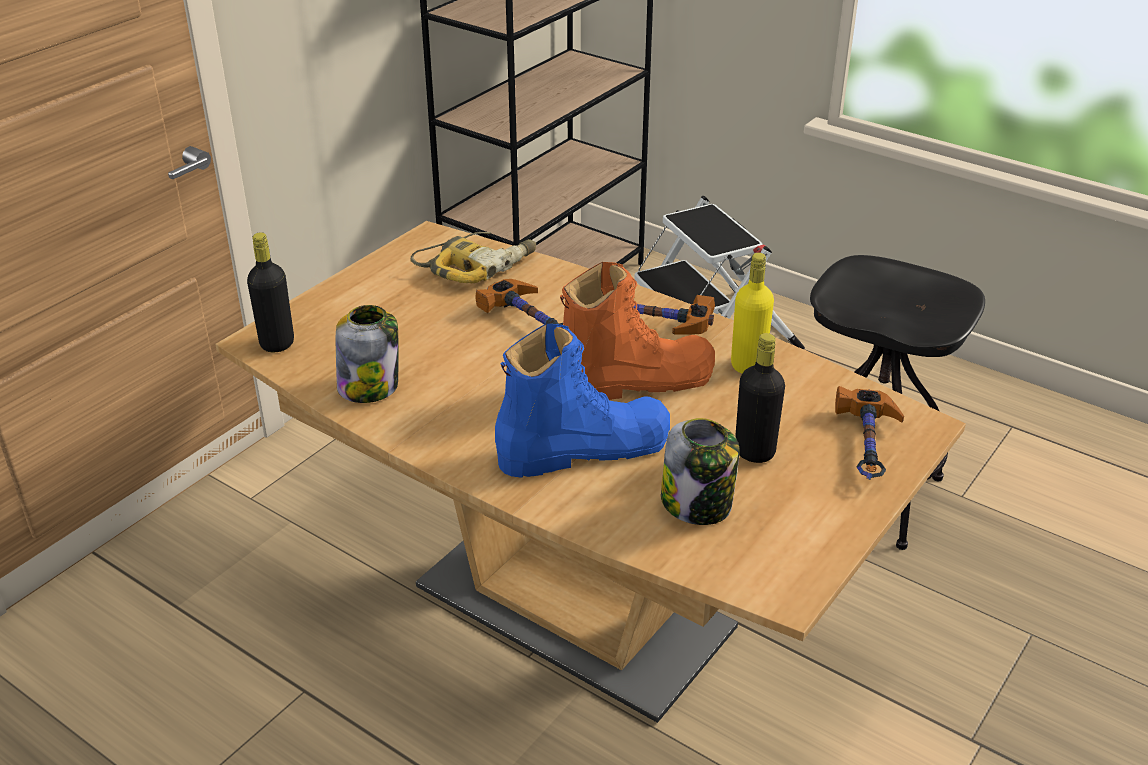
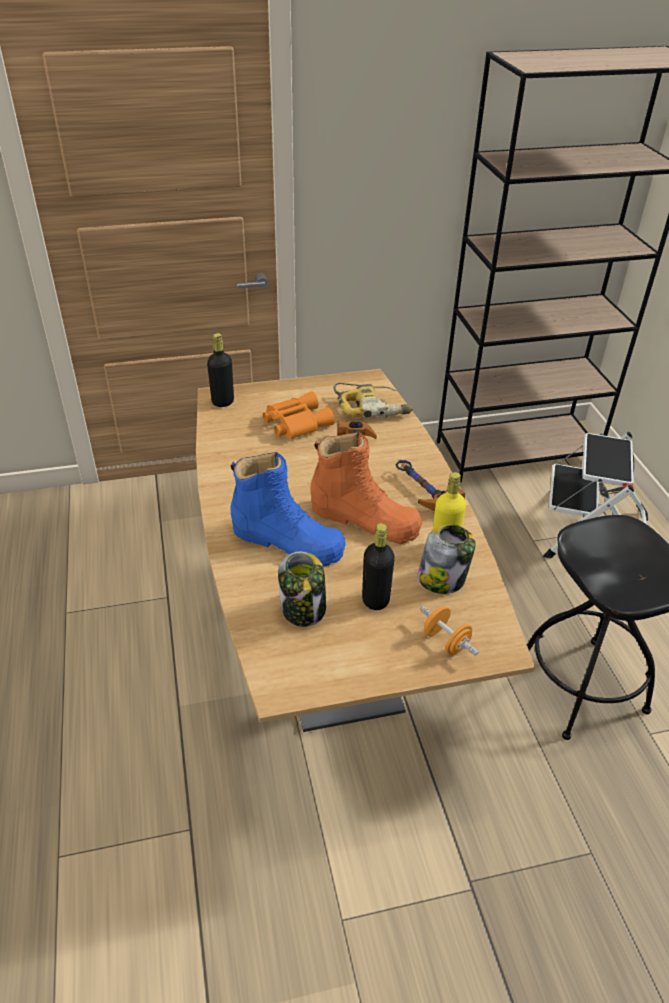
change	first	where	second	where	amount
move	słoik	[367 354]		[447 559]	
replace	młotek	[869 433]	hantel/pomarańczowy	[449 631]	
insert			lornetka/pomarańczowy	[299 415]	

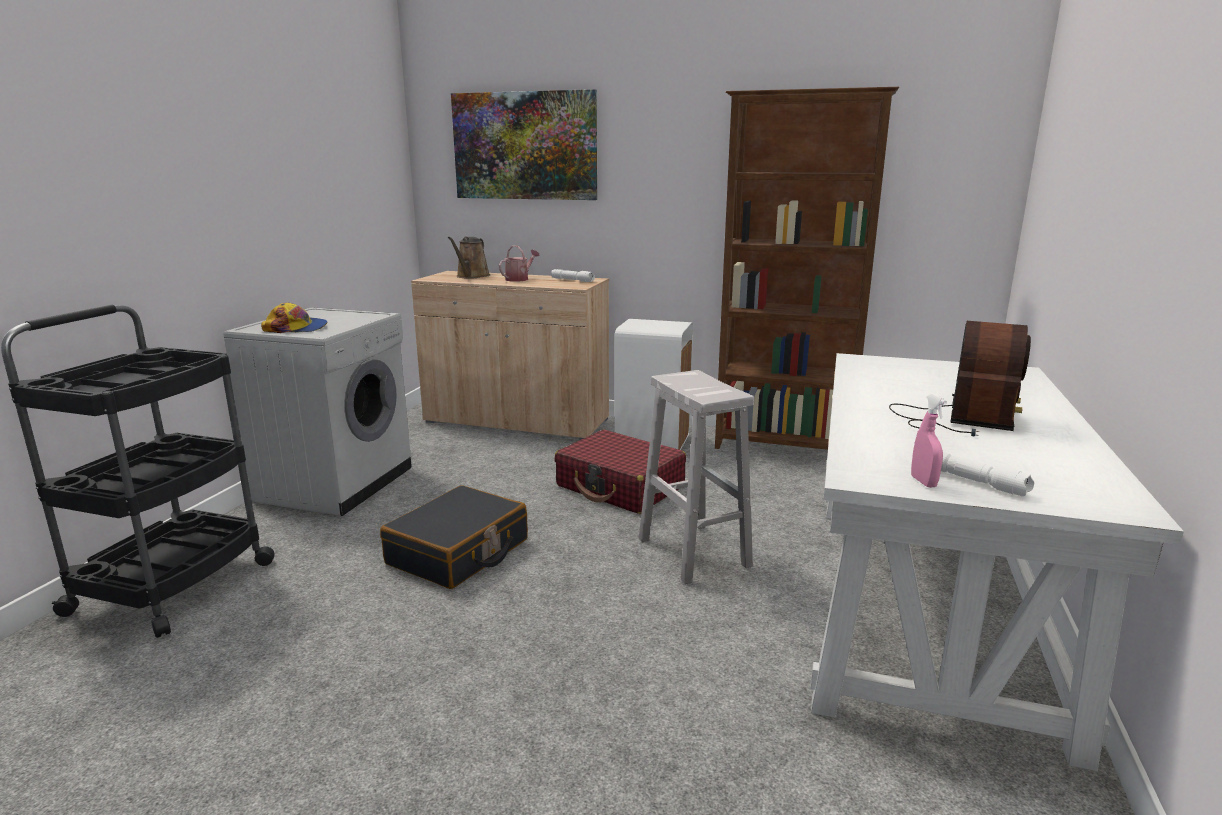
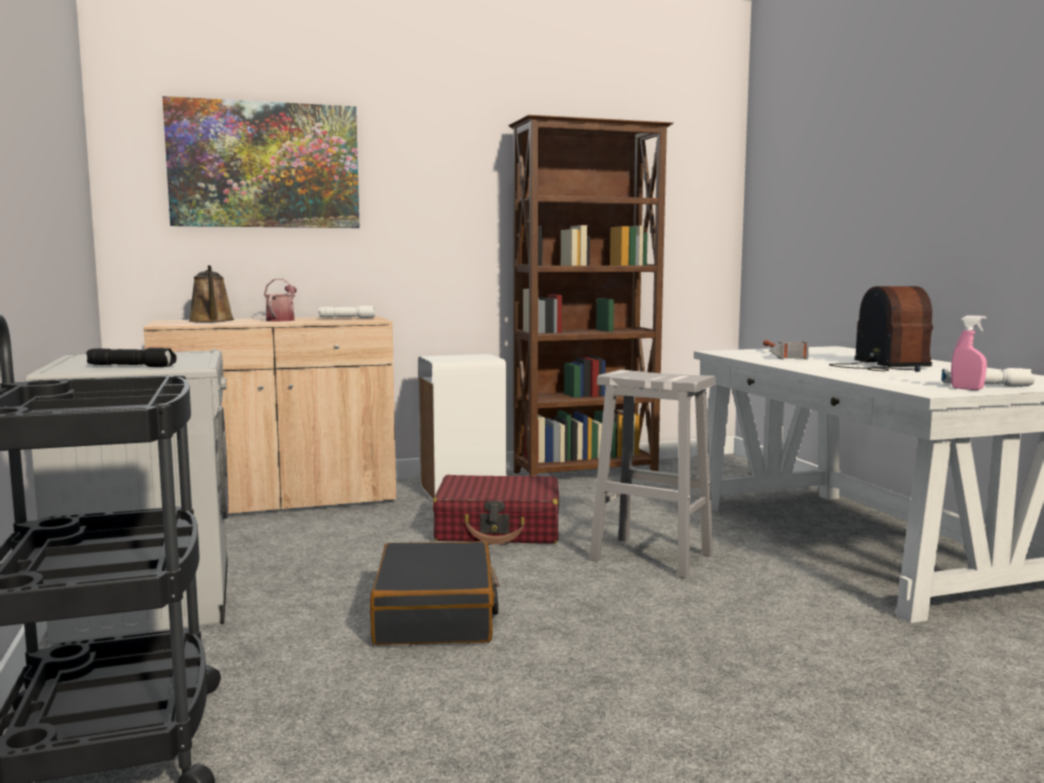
change	first	where	second	where	amount
replace	czapka z daszkiem	[294 317]	latarka/czarny	[131 357]	
insert			młotek	[786 350]	

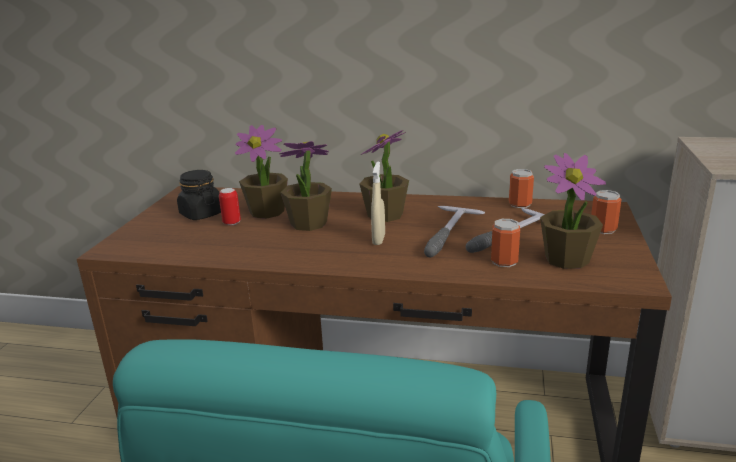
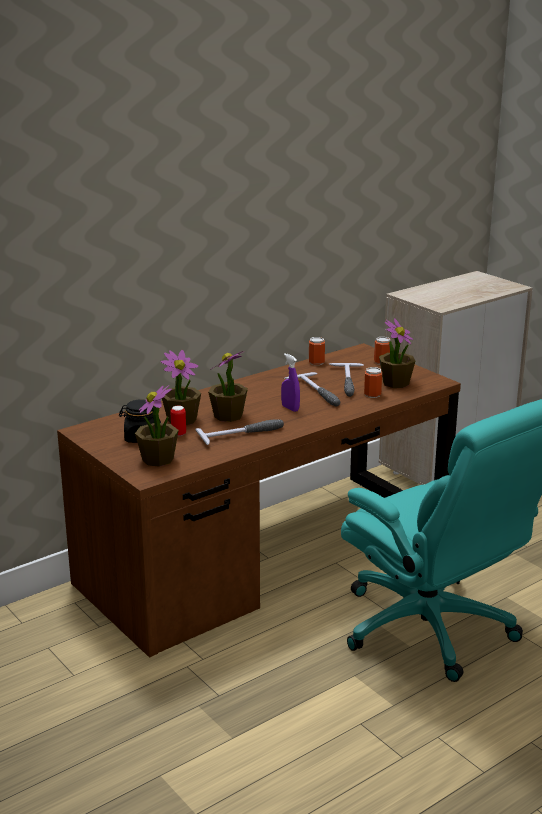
change	first	where	second	where	amount
move	roślina doniczkowa	[384 176]		[157 426]	
recolor	spryskiwacz/beżowy	[378 203]	spryskiwacz/fioletowy	[290 382]	
insert			młotek	[239 432]	

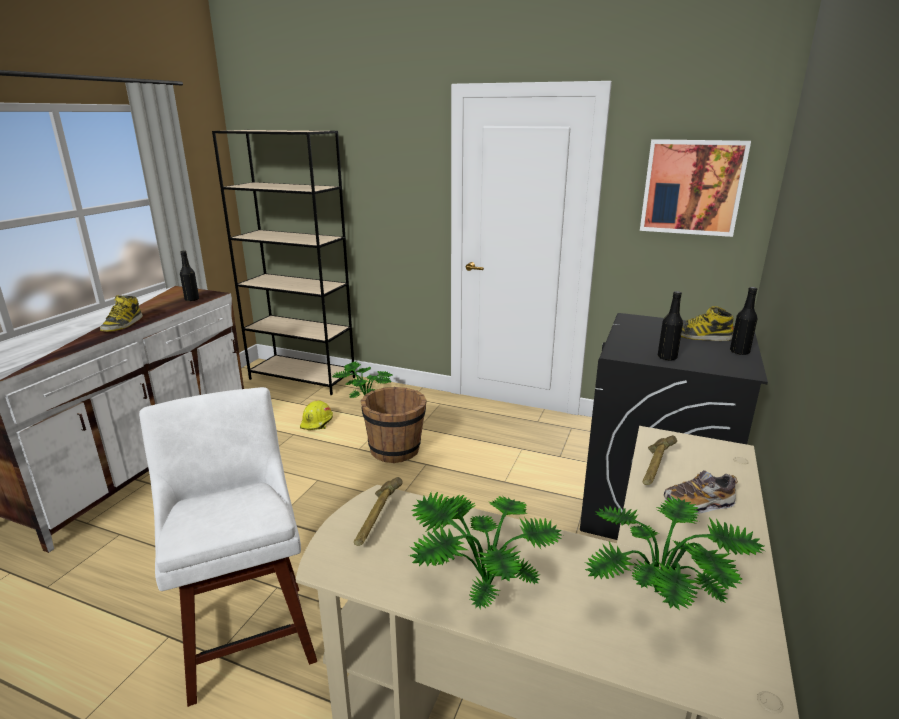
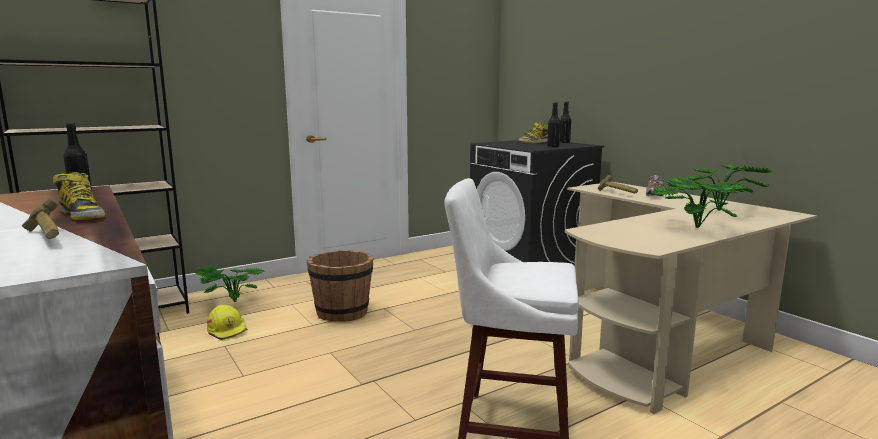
change	first	where	second	where	amount
delete	obraz	[695 188]			
move	młotek	[378 511]		[40 218]	

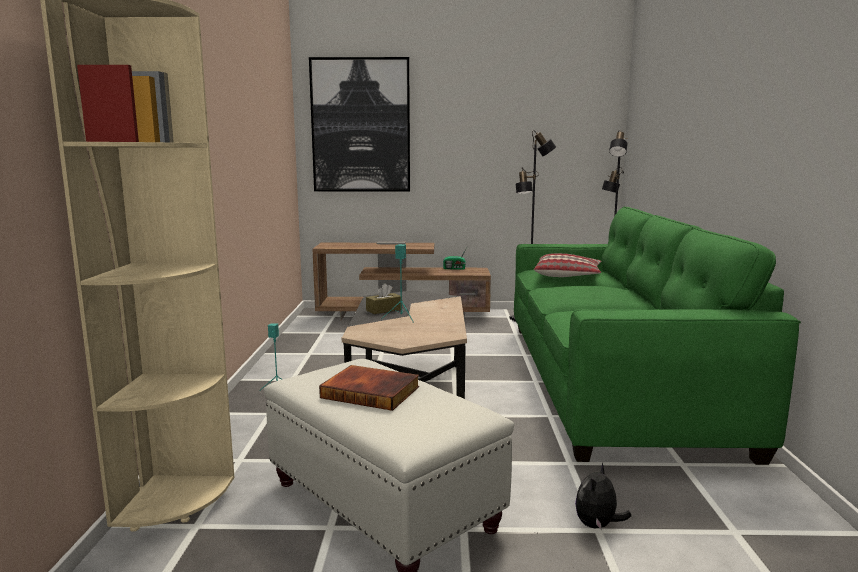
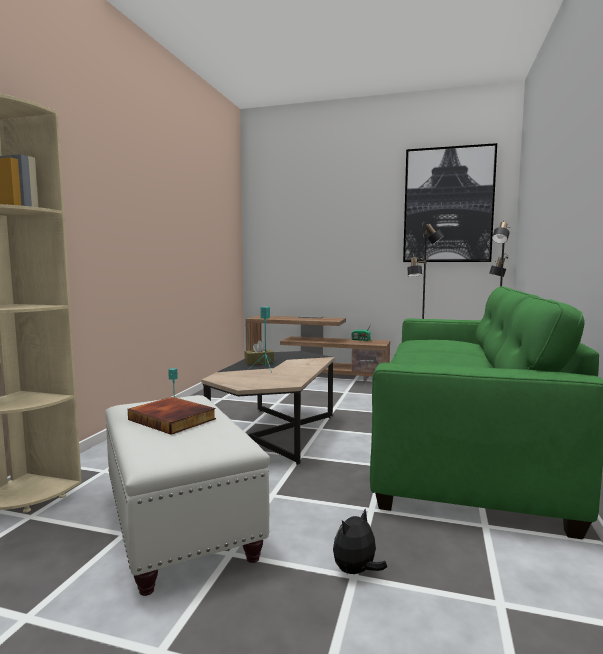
change	first	where	second	where	amount
move	obraz	[359 124]		[450 202]	
delete	poduszka	[567 265]			

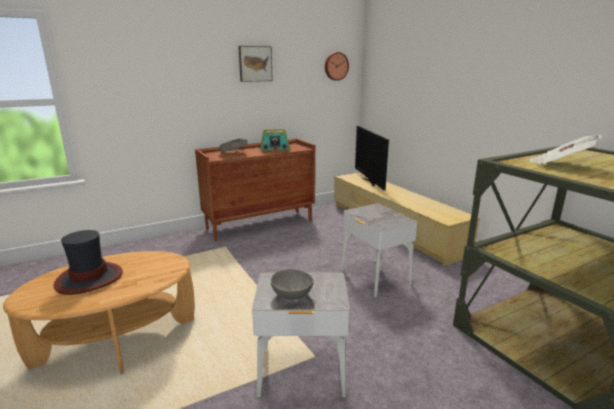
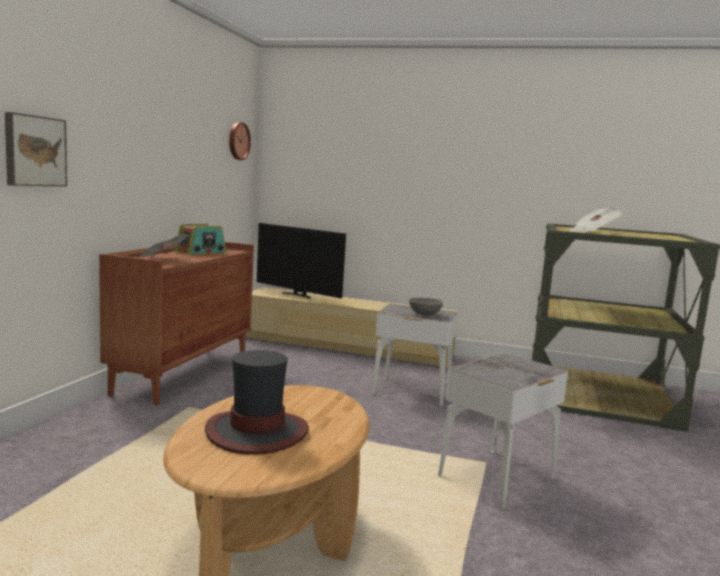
change	first	where	second	where	amount
move	obraz	[255 64]		[36 149]	
move	miska/szary	[292 284]		[426 307]	

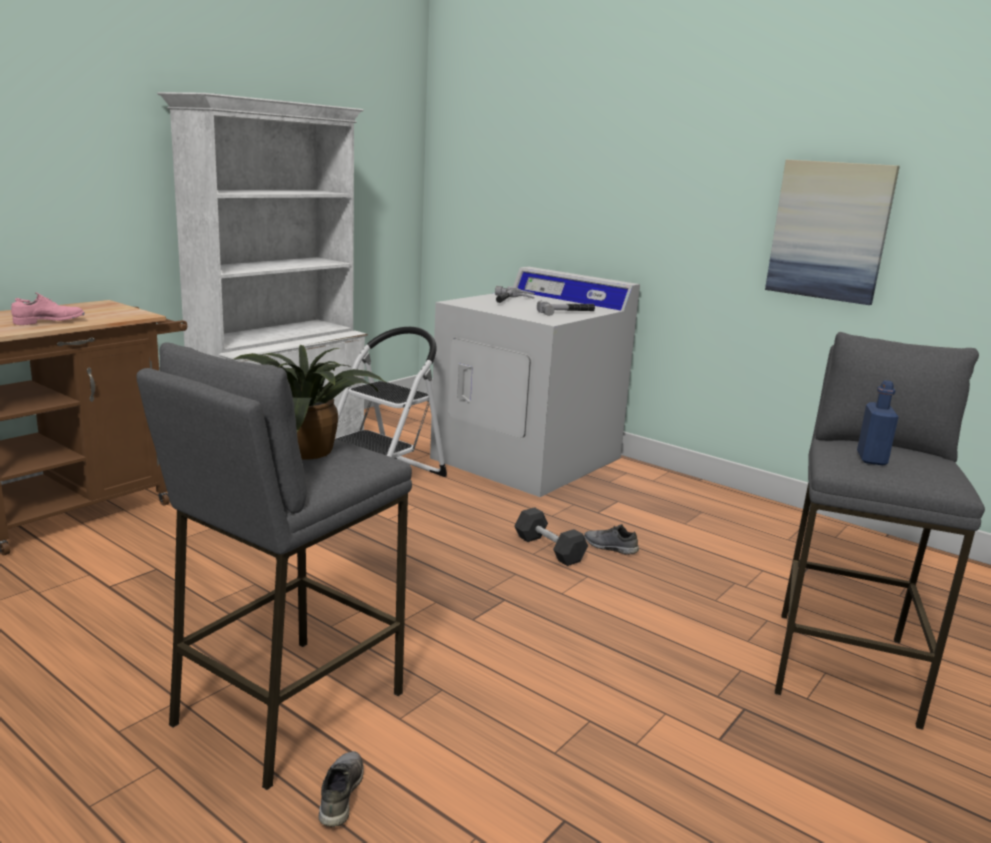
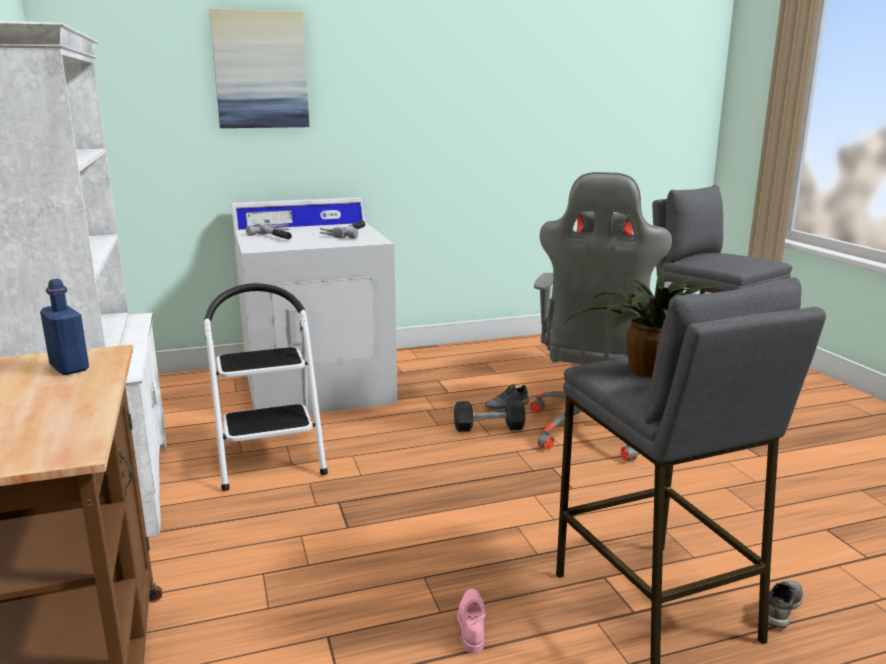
change	first	where	second	where	amount
move	obraz	[832 232]		[259 68]	
move	but/różowy	[48 308]		[471 621]	
move	butelka/niebieski	[877 422]		[64 327]	
rotate	but/szary	[341 789]		[785 604]	90 degrees clockwise
insert			krzesło biurowe/szary	[601 316]	

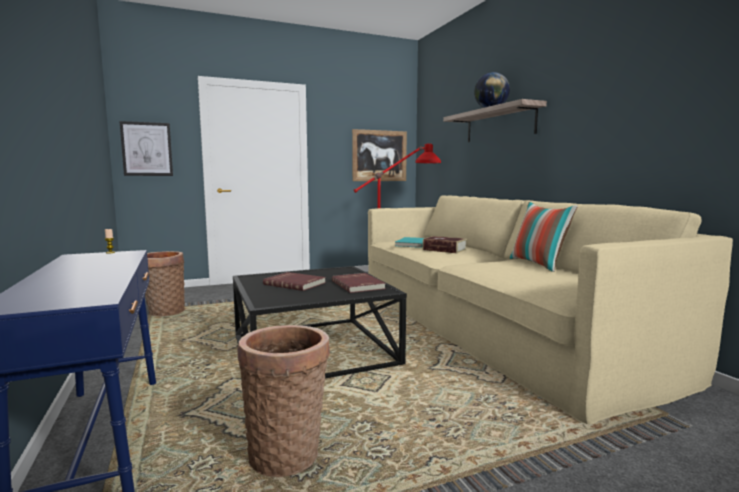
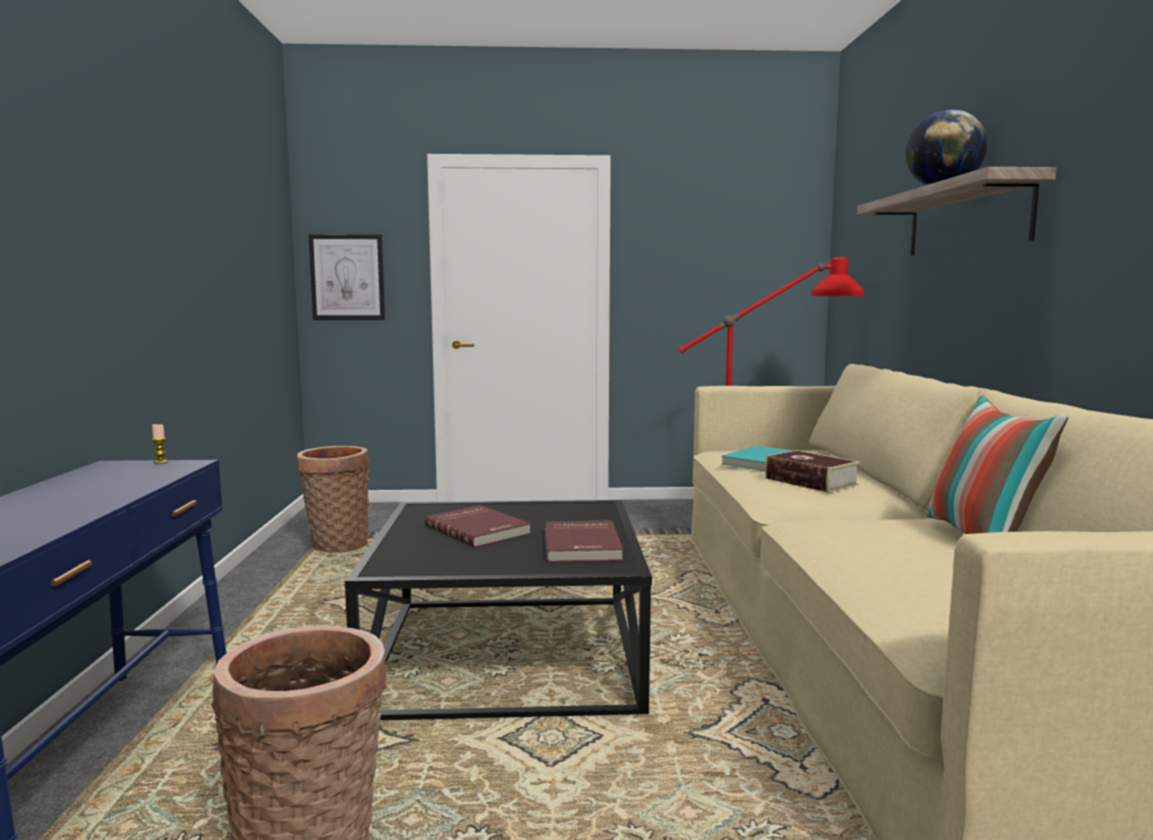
change	first	where	second	where	amount
delete	obraz	[379 155]			

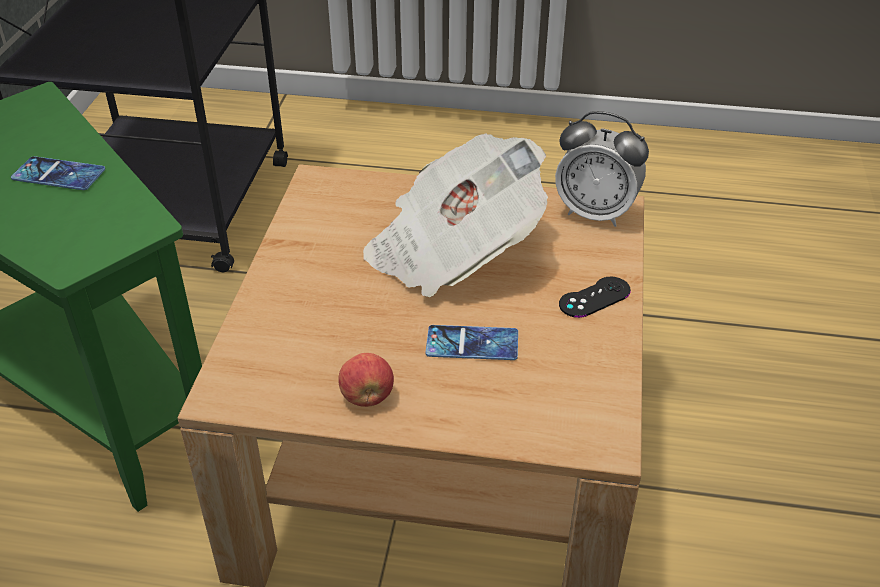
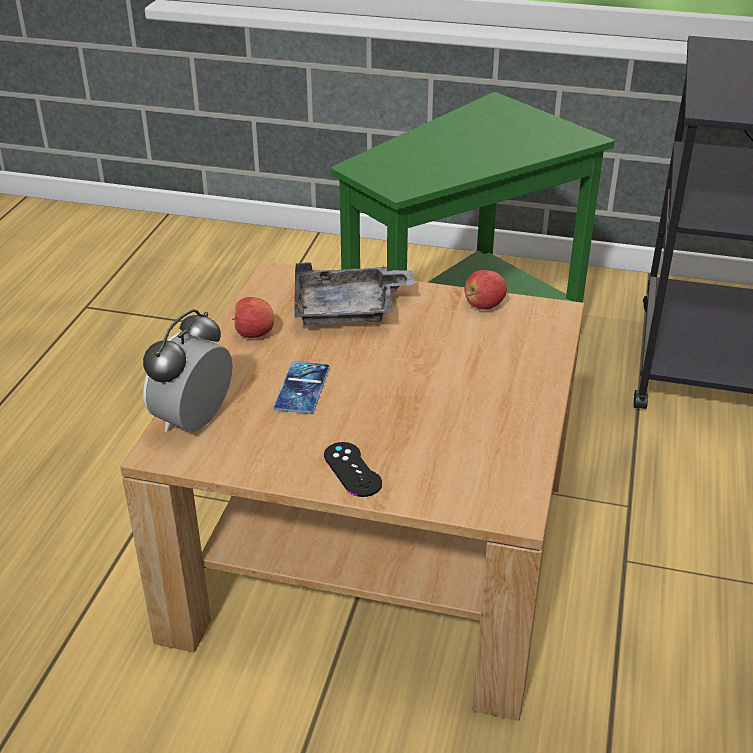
change	first	where	second	where	amount
move	budzik	[602 169]		[188 370]	
delete	gazeta	[455 215]			
delete	telefon	[58 173]			
insert			taca/szary	[354 294]	
insert			jabłko	[485 290]	

